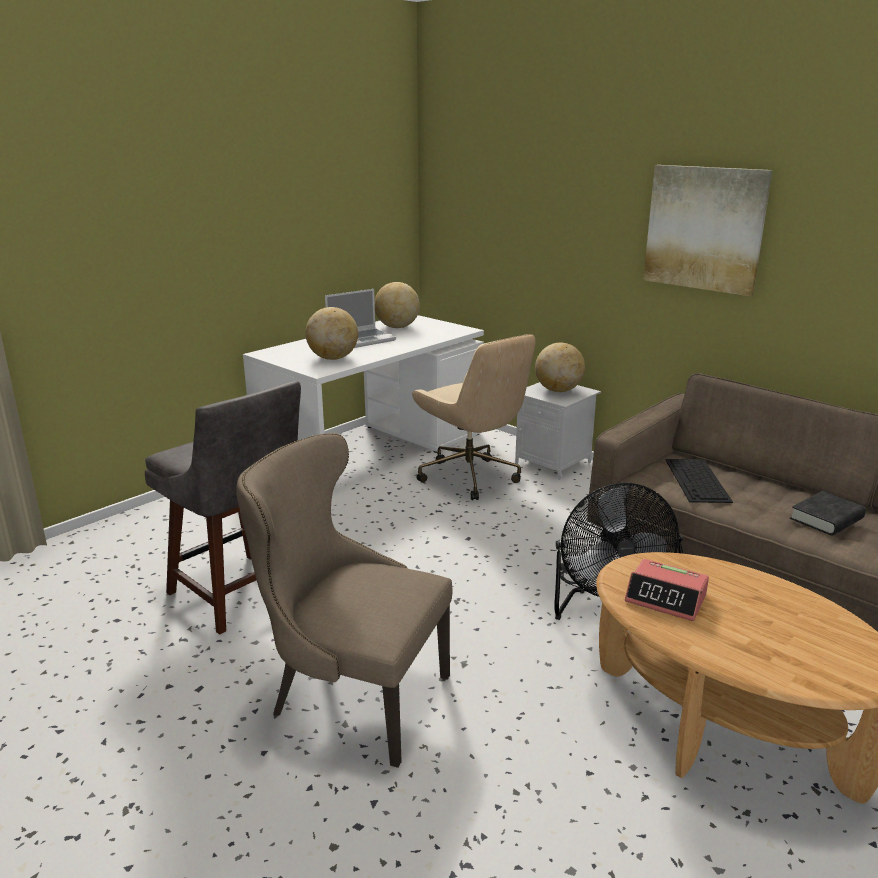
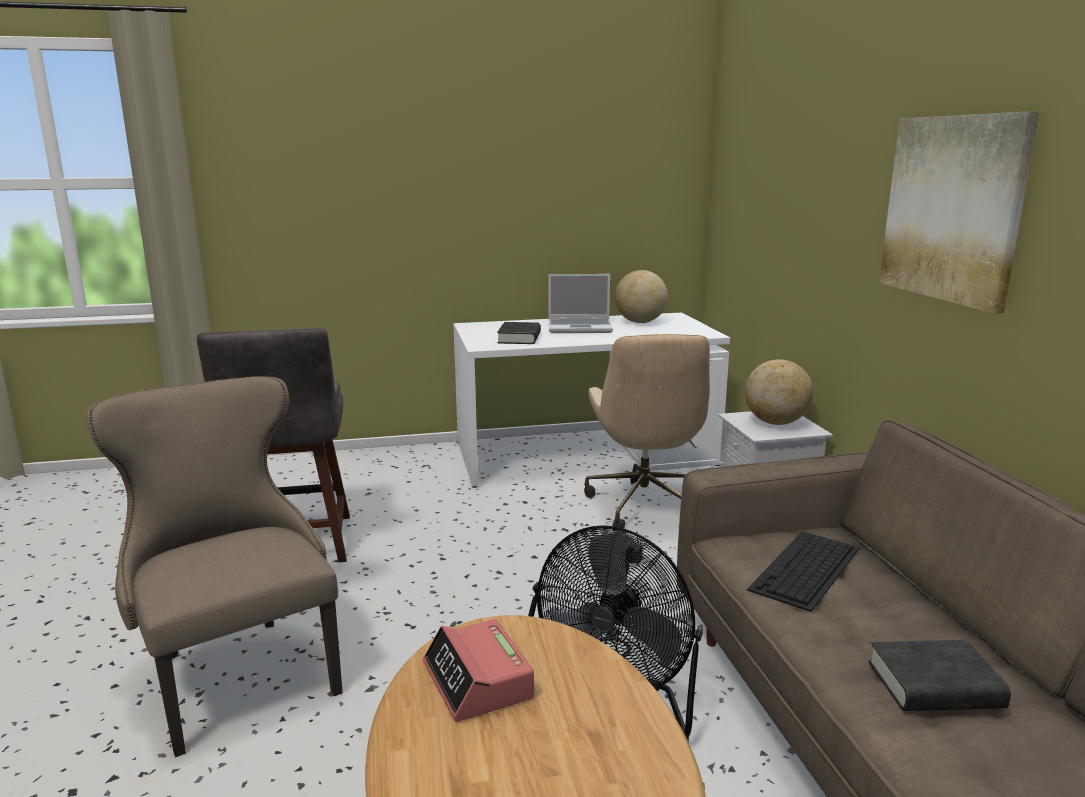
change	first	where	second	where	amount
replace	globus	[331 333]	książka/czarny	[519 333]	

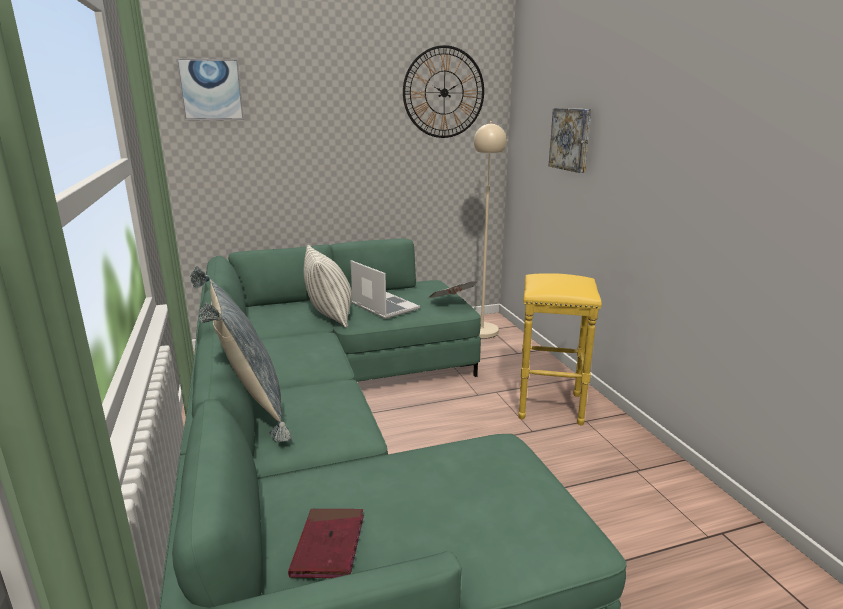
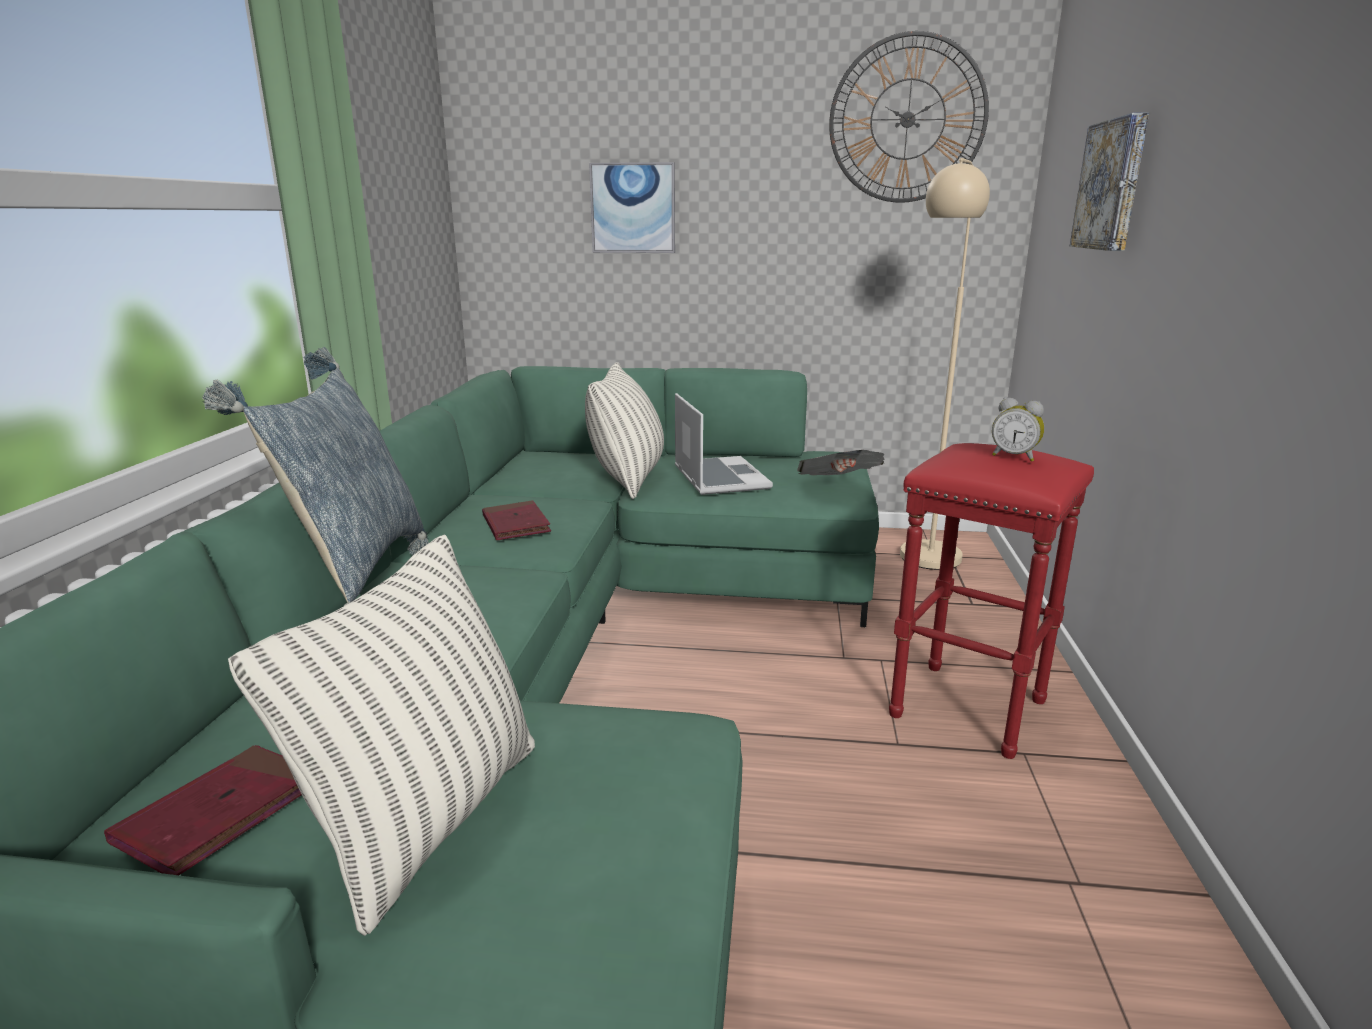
change	first	where	second	where	amount
move	obraz	[210 89]		[632 207]	
recolor	stołek/żółty	[560 349]	stołek/czerwony	[991 601]	
insert			budzik	[1018 429]	
insert			książka/czerwony	[516 520]	
insert			poduszka	[381 735]	

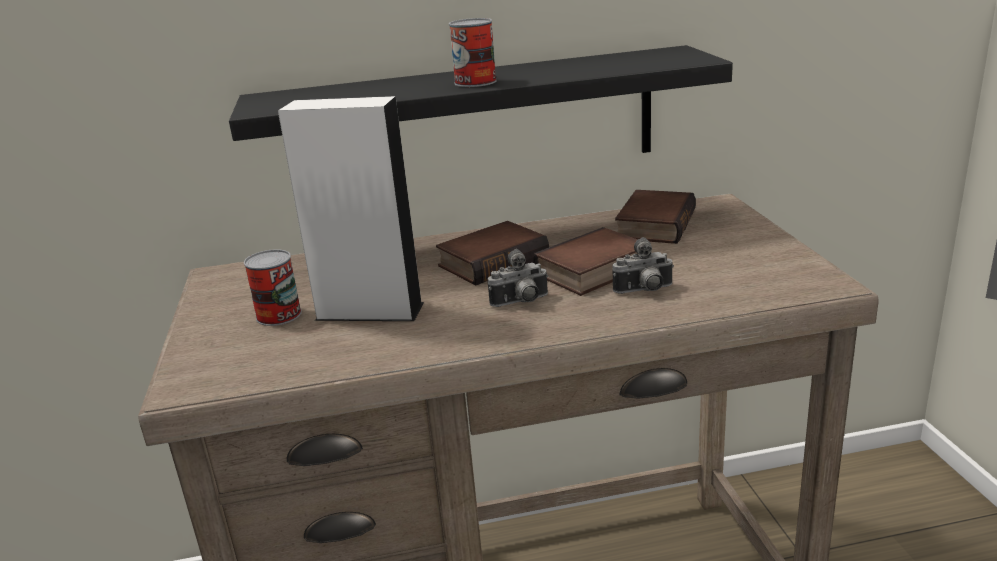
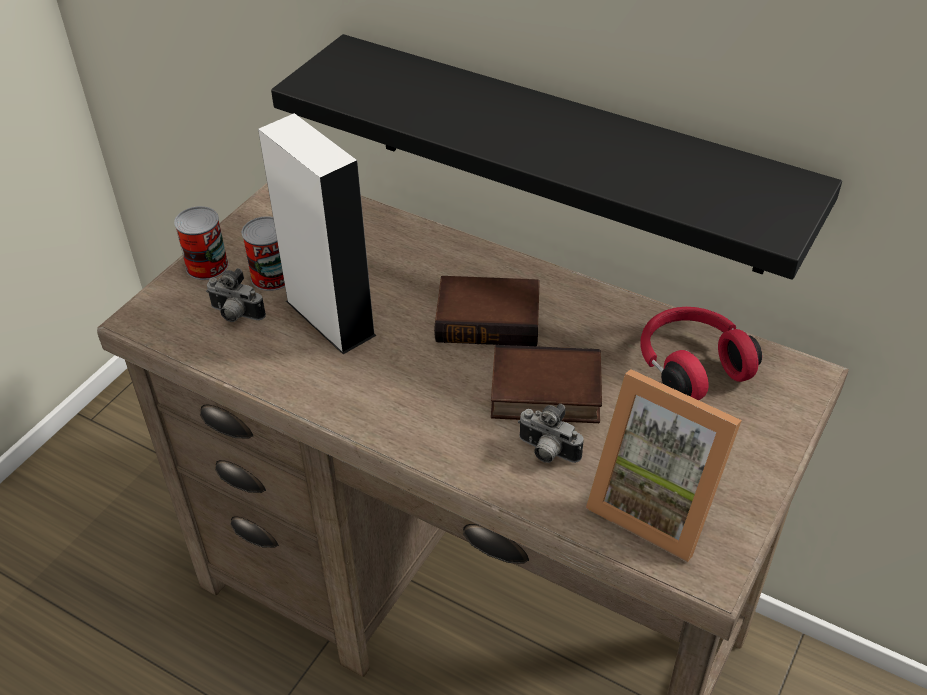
change	first	where	second	where	amount
move	puszka	[473 52]		[201 243]	
replace	książka	[655 217]	słuchawki/czerwony	[701 353]	
move	aparat fotograficzny	[518 278]		[236 295]	
insert			ramka na zdjęcie	[664 465]	

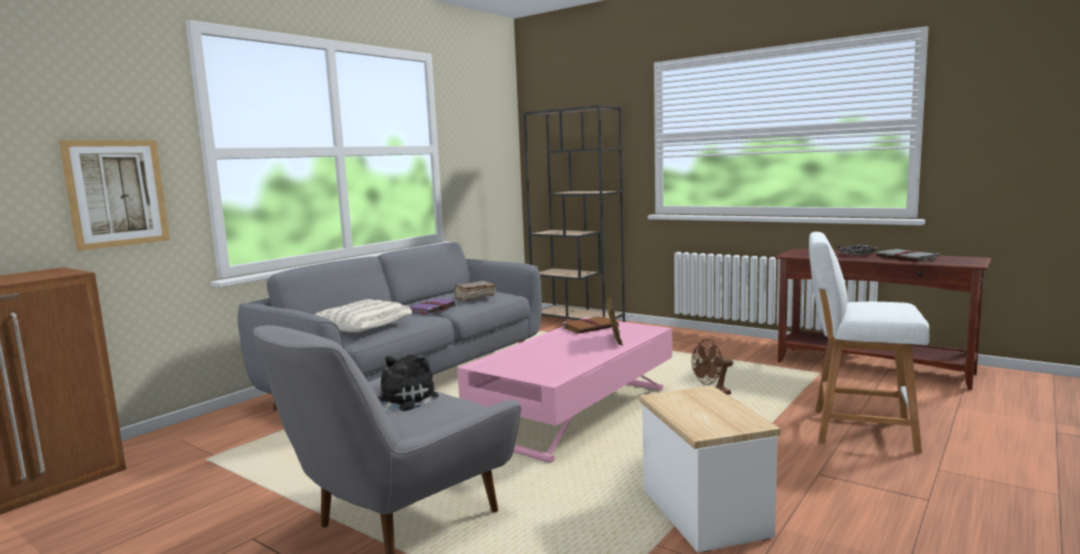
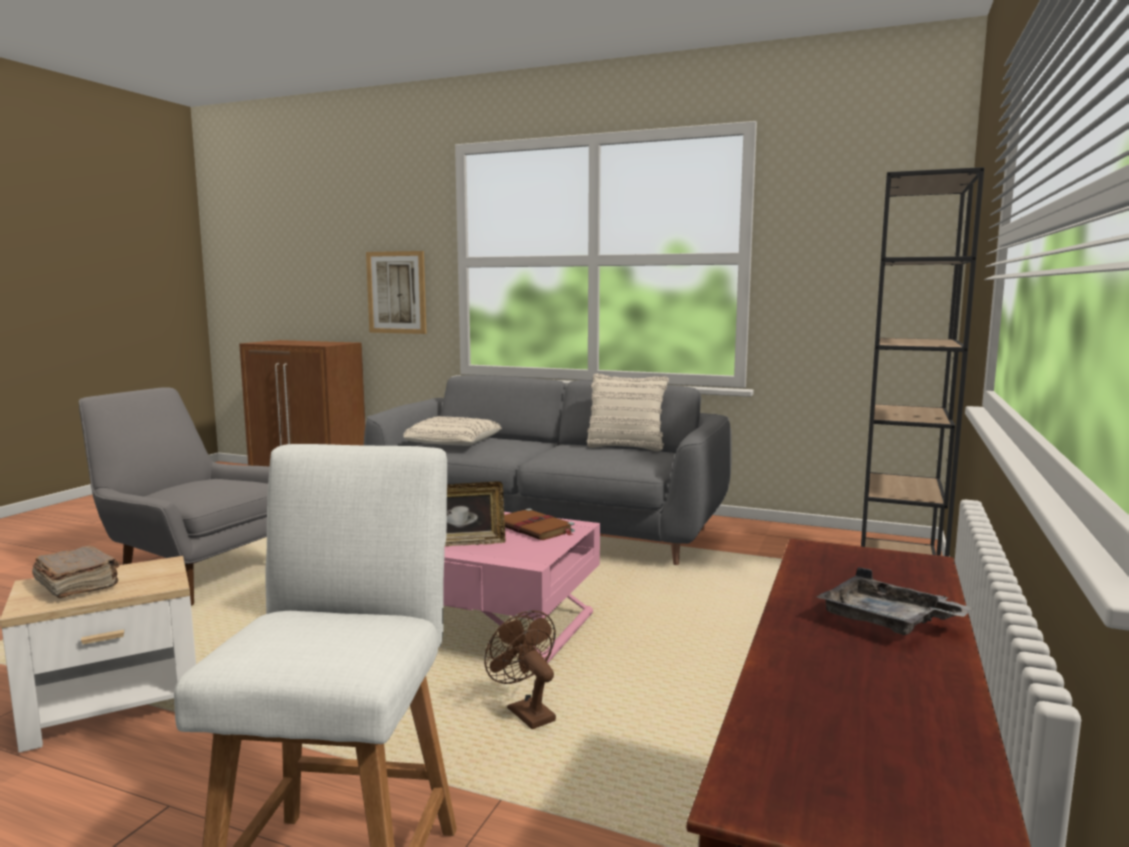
change	first	where	second	where	amount
delete	książka/szary	[908 255]			
move	książka/brązowy	[475 291]		[76 572]	
delete	książka/fioletowy	[434 306]			
delete	pluszak	[408 383]			
insert			poduszka/beżowy	[628 412]	

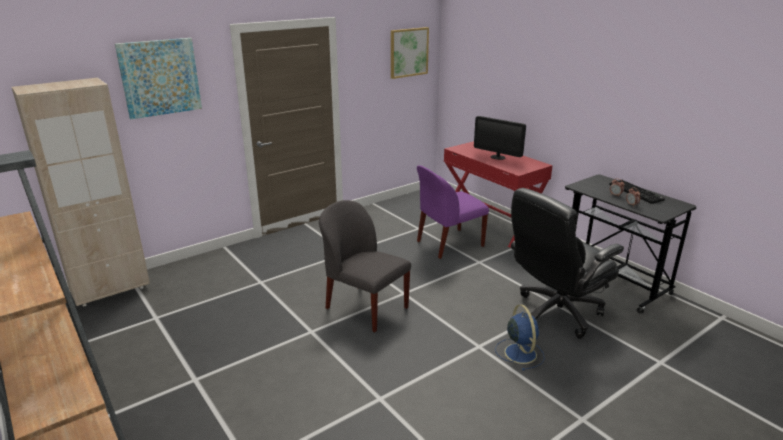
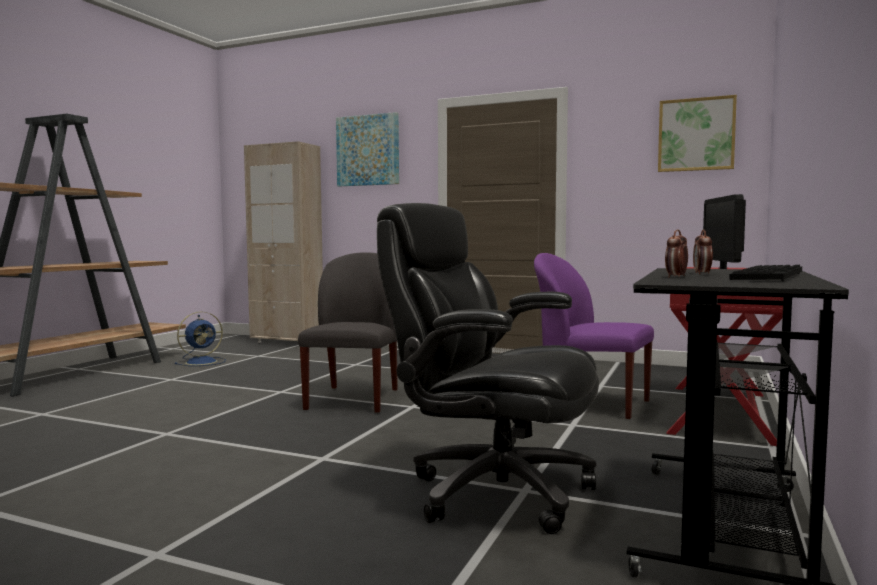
change	first	where	second	where	amount
move	wentylator/niebieski	[520 337]		[200 339]	

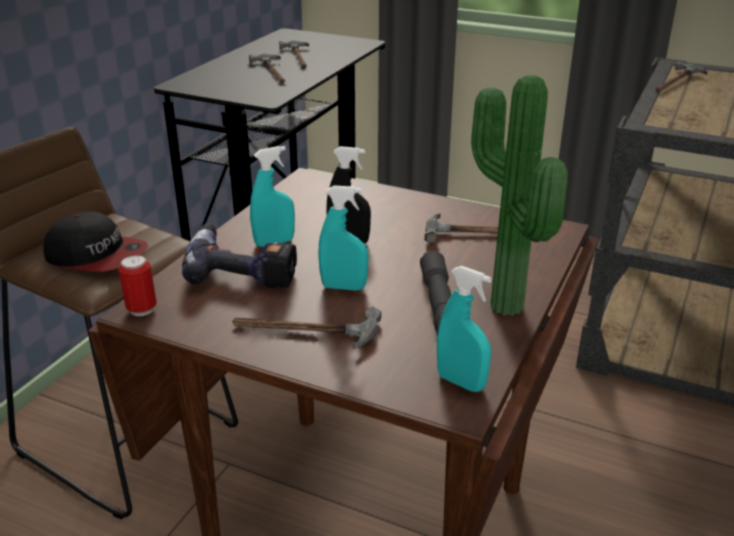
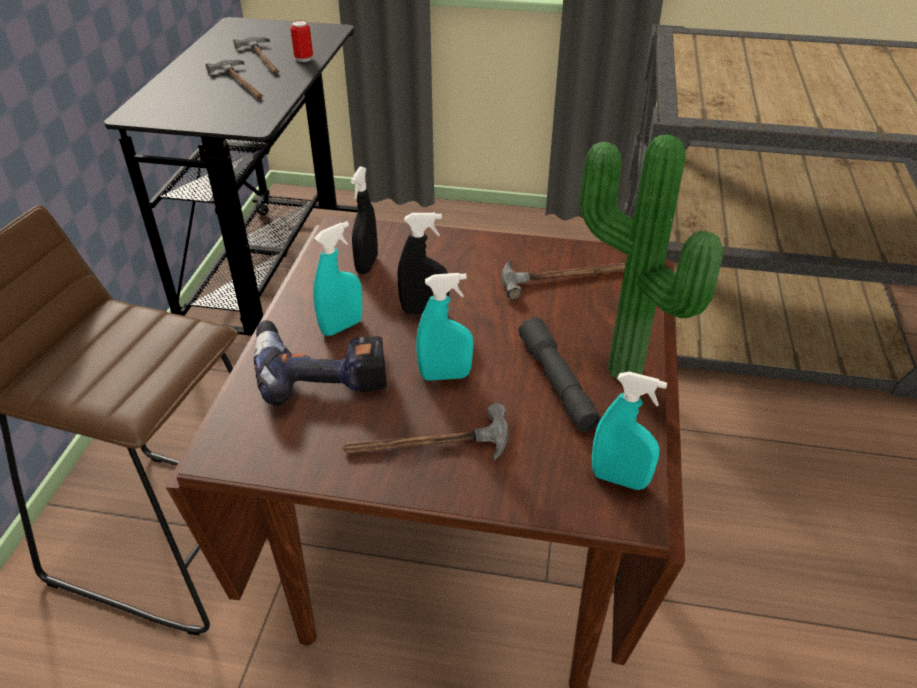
change	first	where	second	where	amount
delete	młotek	[682 76]			
delete	czapka z daszkiem	[95 241]			
move	puszka	[137 285]		[301 41]	
insert			spryskiwacz/czarny	[364 220]	

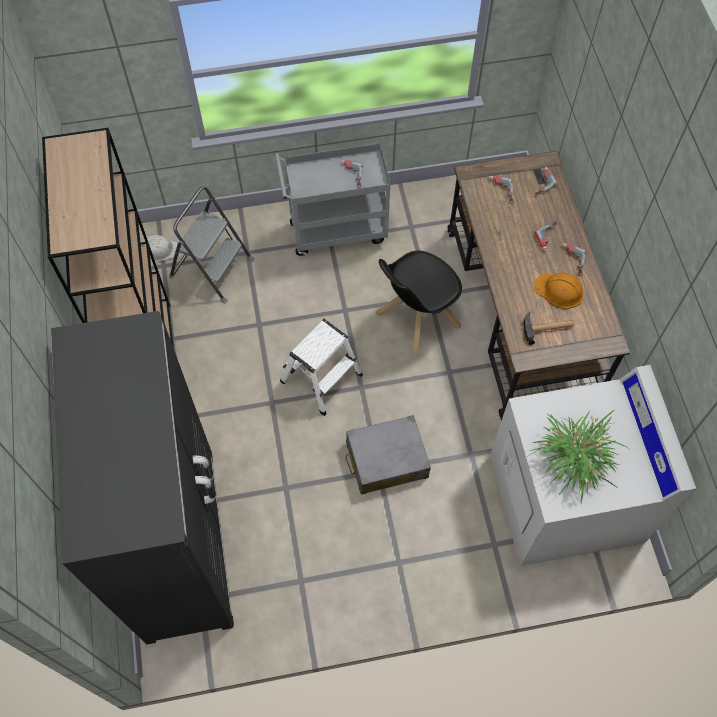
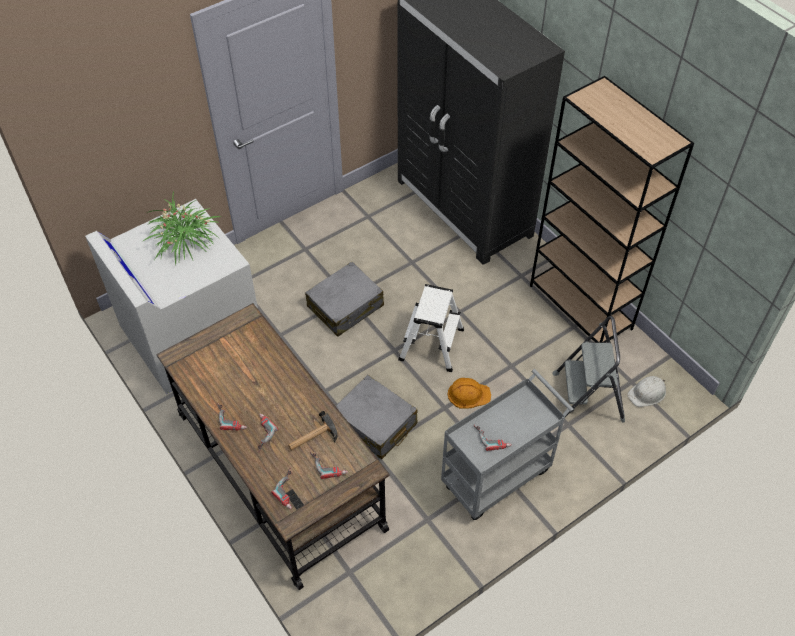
change	first	where	second	where	amount
replace	krzesło/czarny	[419 304]	walizka/szary	[377 417]	
move	kask/pomarańczowy	[559 291]		[469 393]	
move	młotek	[549 328]		[312 431]	

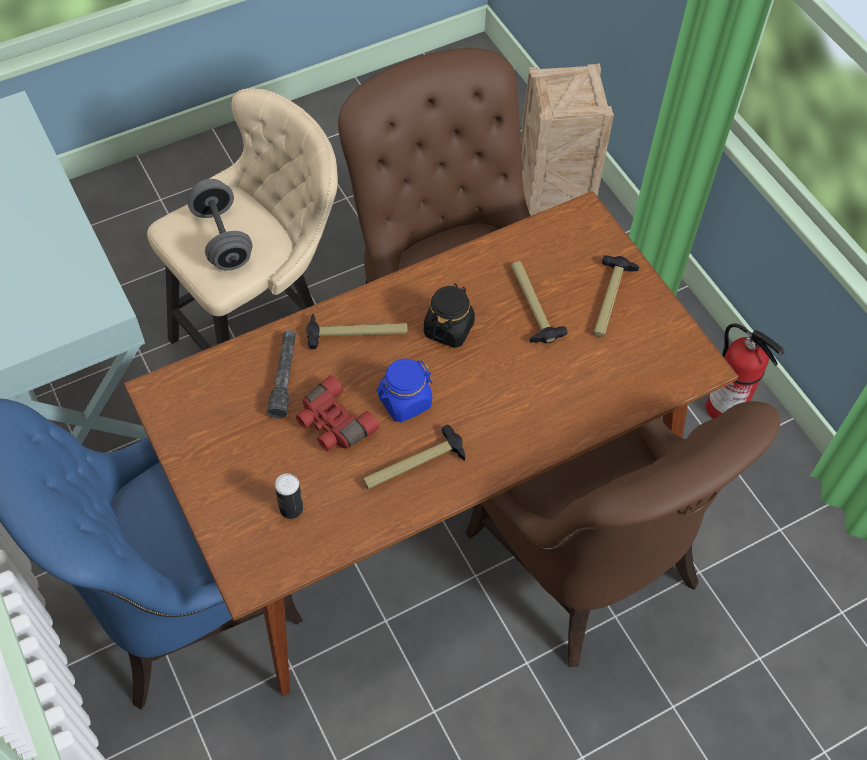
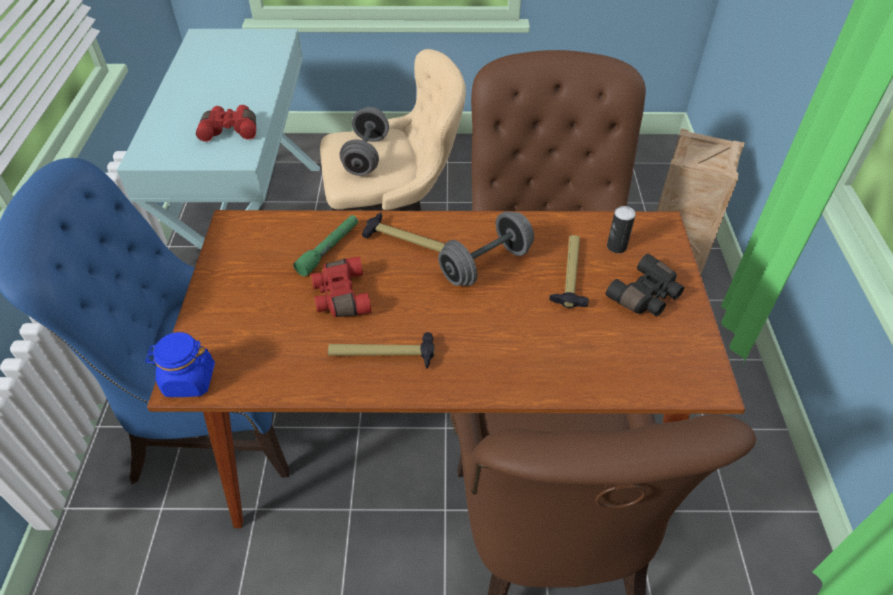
change	first	where	second	where	amount
replace	młotek	[616 296]	lornetka/czarny	[645 285]	
replace	słoik/czarny	[449 316]	hantel/szary	[486 248]	
delete	gaśnica	[745 371]			
recolor	latarka/szary	[281 374]	latarka/zielony	[325 246]	
move	słoik/niebieski	[404 390]		[180 364]	
move	puszka	[289 496]		[621 229]	
insert			lornetka/czerwony	[226 123]	

